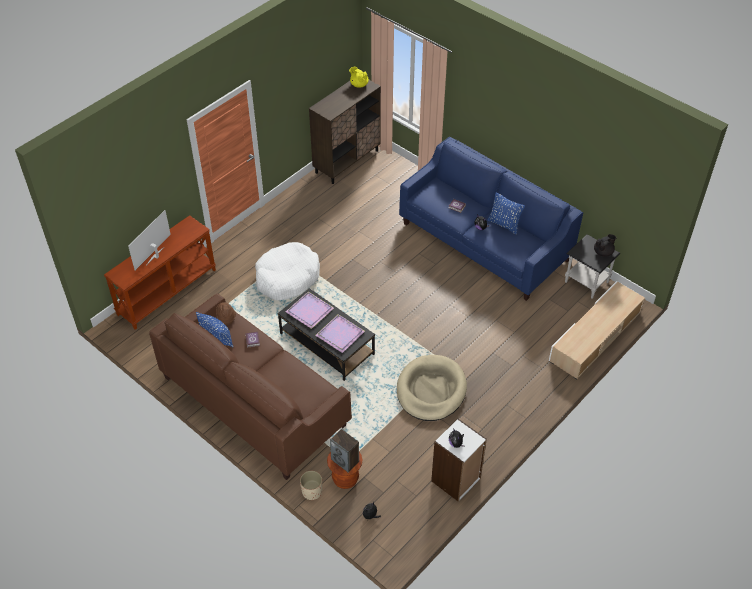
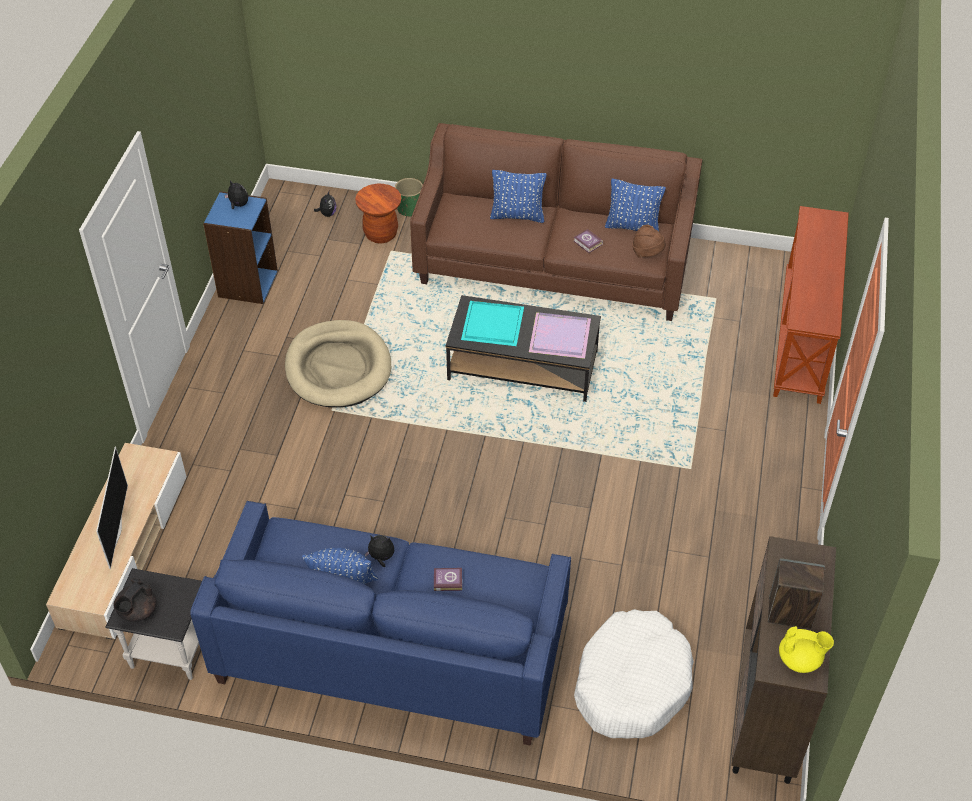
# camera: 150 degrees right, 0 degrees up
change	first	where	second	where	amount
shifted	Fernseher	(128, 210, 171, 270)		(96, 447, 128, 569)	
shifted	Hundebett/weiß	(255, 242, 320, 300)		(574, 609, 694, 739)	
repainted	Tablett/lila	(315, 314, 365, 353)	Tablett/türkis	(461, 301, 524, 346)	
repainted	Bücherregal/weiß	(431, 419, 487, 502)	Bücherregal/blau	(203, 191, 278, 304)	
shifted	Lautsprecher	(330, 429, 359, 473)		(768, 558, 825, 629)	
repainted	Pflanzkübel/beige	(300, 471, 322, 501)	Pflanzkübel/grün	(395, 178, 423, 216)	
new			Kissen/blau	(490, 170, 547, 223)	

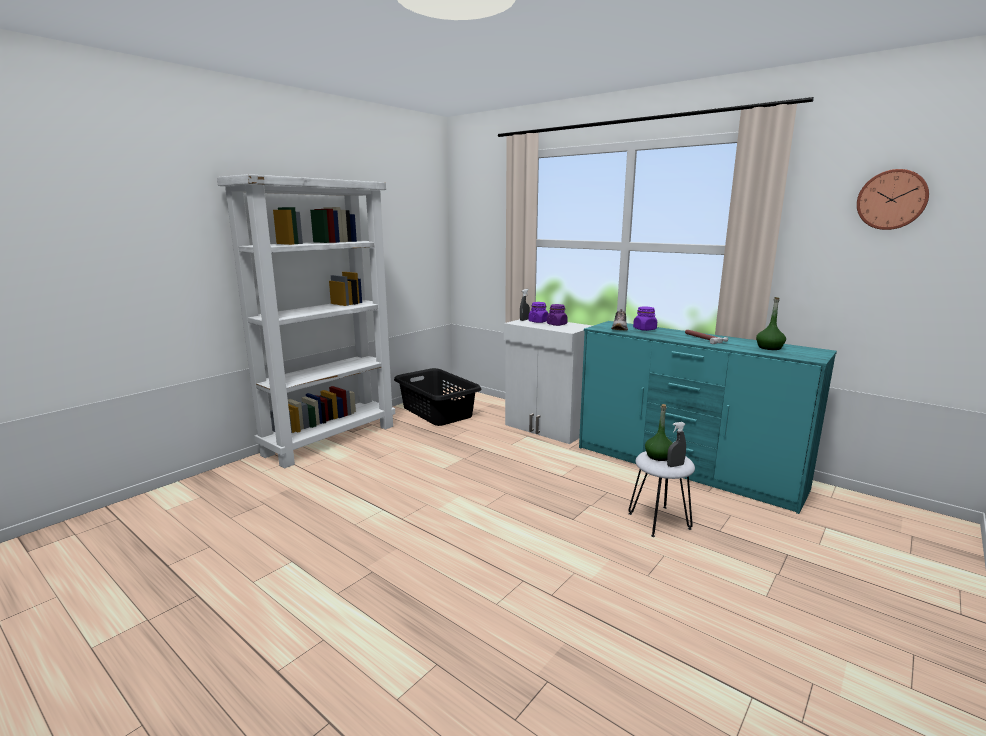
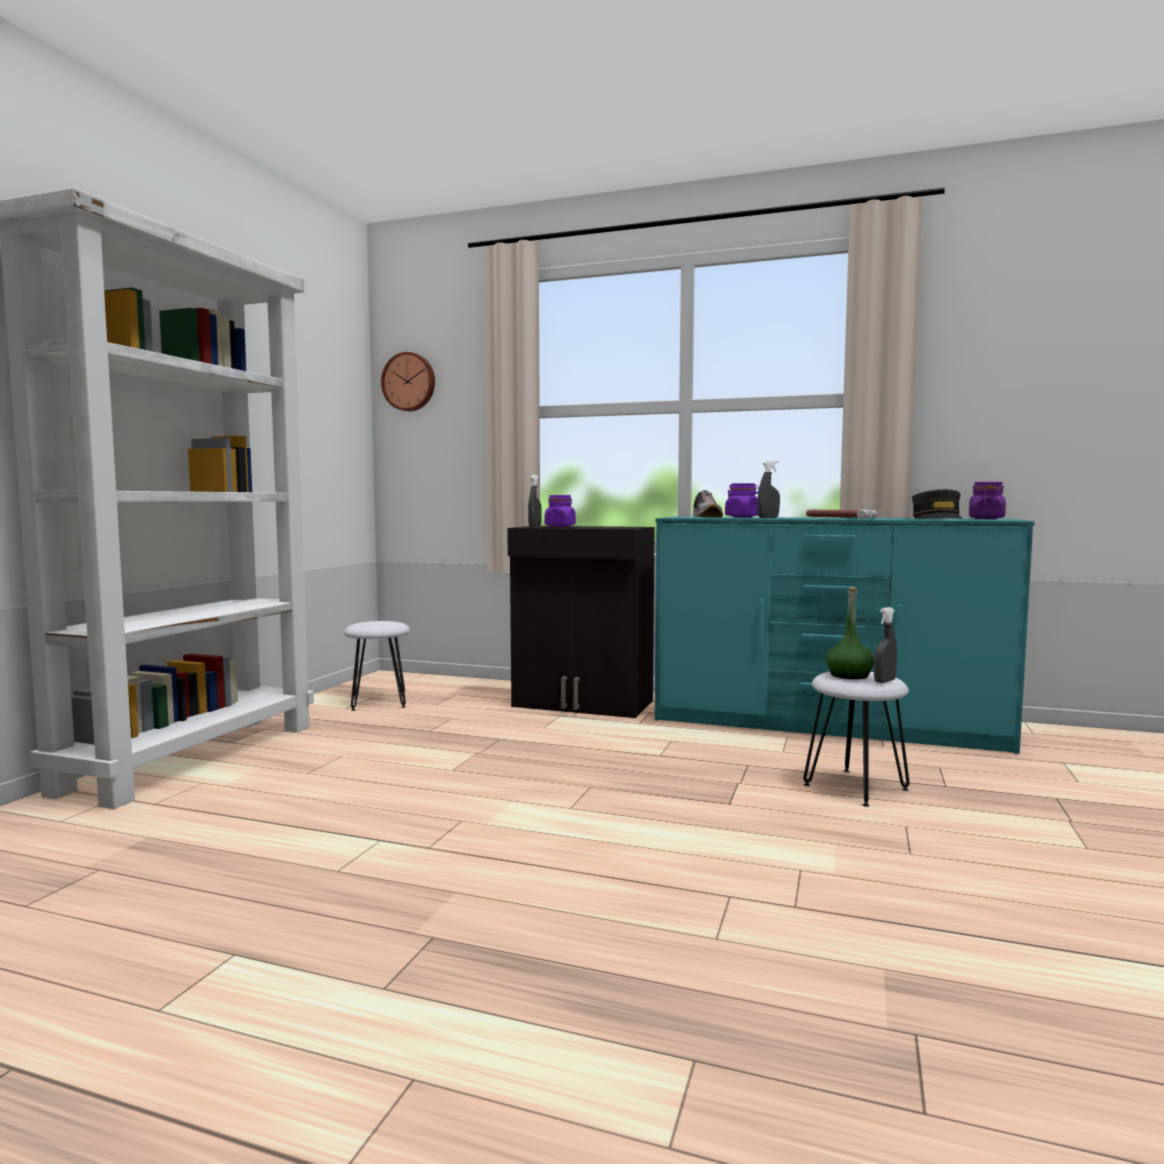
# camera: 20 degrees left, 10 degrees down
change	first	where	second	where	amount
shifted	Wanduhr	(857, 169, 929, 230)		(381, 352, 435, 411)	
swapped	Flasche/grün	(756, 297, 786, 350)	Kappe/grau	(912, 489, 963, 519)	
shifted	Vorratsglas/lila	(547, 304, 568, 326)		(969, 482, 1006, 519)	
repainted	Schrank/weiß	(504, 319, 592, 444)	Schrank/schwarz	(507, 526, 655, 718)	
swapped	Wäschekorb/schwarz	(394, 368, 482, 426)	Hocker/weiß	(344, 621, 410, 711)	
new			Sprühflasche/grau	(757, 460, 780, 518)	

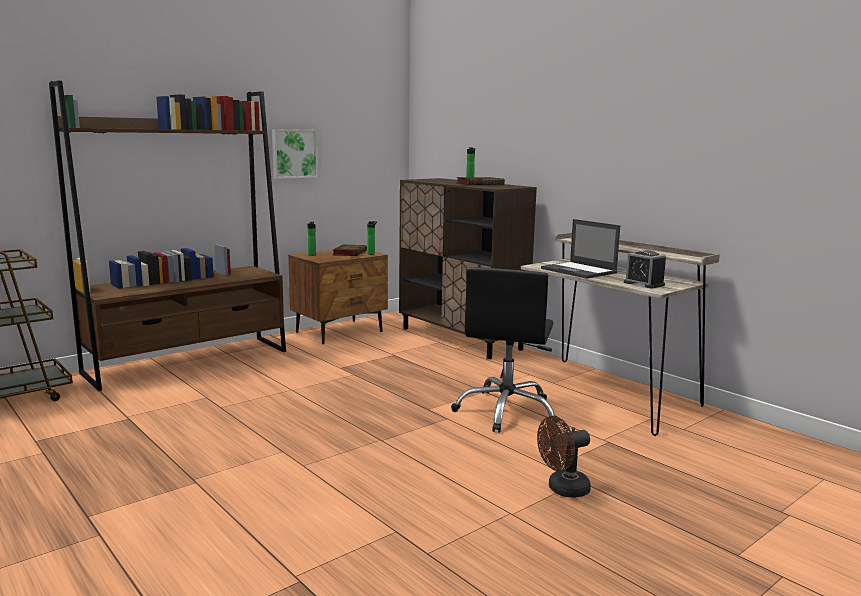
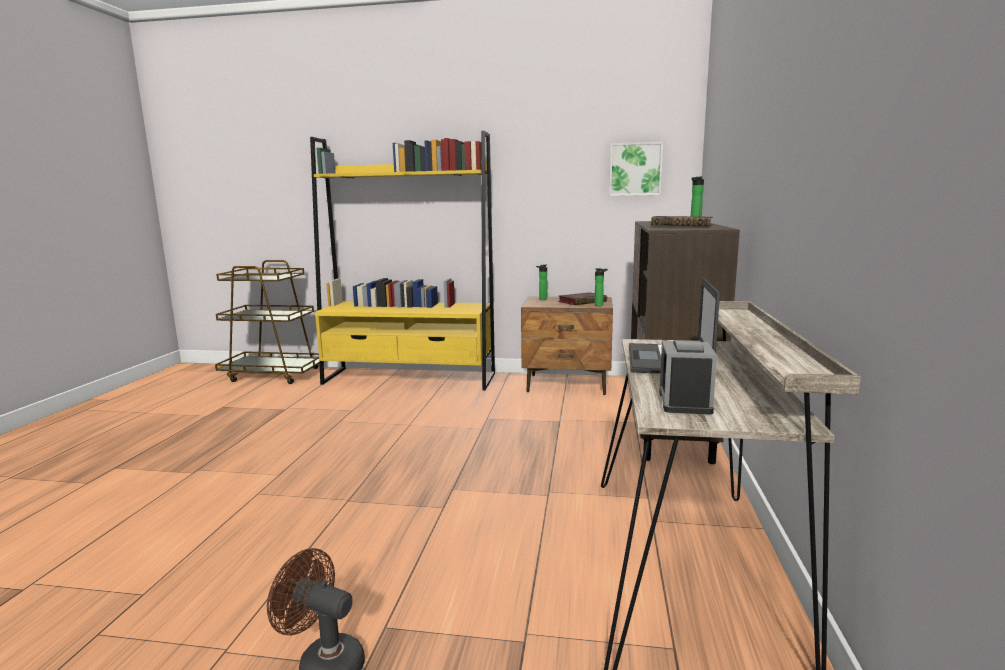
# camera: 50 degrees right, 0 degrees up
change	first	where	second	where	amount
repainted	Bücherregal/braun	(49, 81, 286, 391)	Bücherregal/gelb	(310, 131, 495, 390)	
shifted	Bild	(272, 129, 318, 179)		(609, 142, 663, 196)	
gone	Bürostuhl/schwarz	(451, 267, 558, 433)			

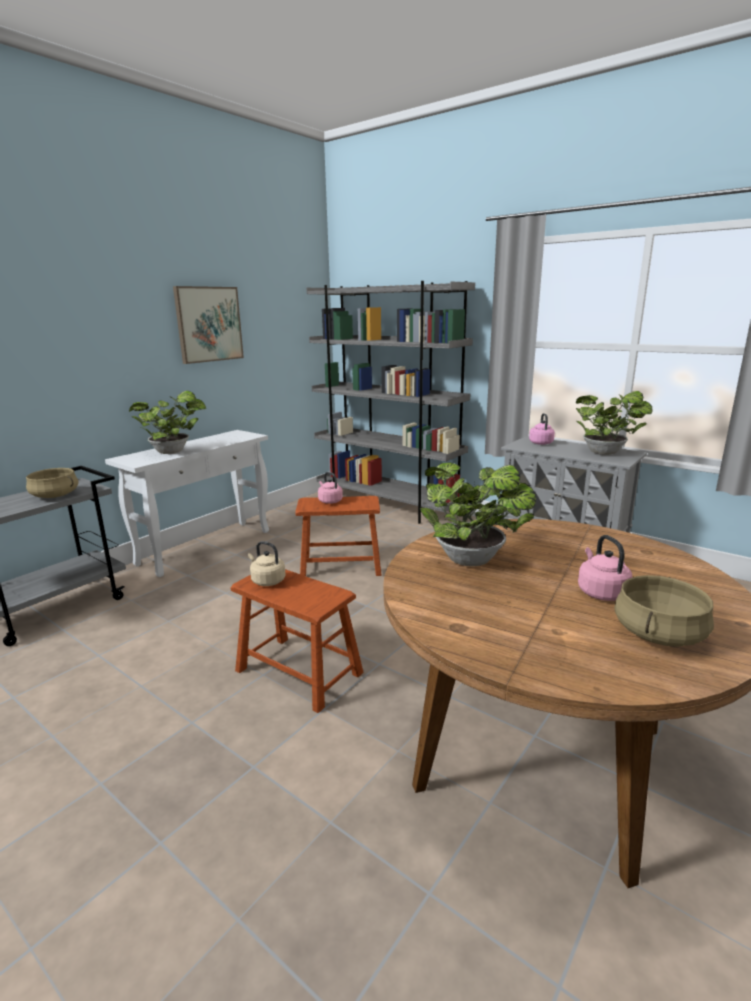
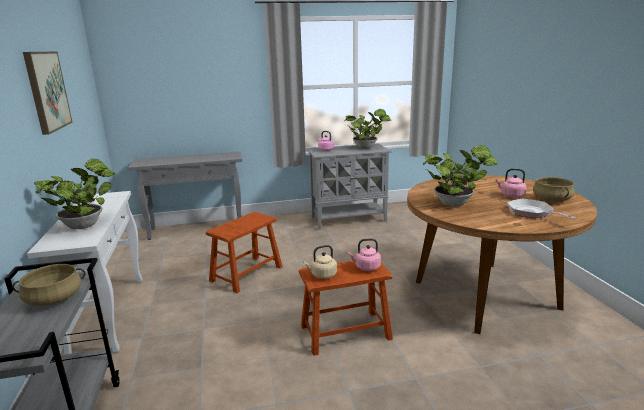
# camera: 50 degrees left, 0 degrees up
change	first	where	second	where	amount
swapped	Bücherregal/grau	(306, 281, 475, 524)	Konsolentisch/grau	(128, 151, 242, 240)	
shifted	Wasserkessel/rosa	(318, 472, 343, 504)		(348, 238, 381, 271)	
new			Pfanne	(507, 198, 576, 219)	

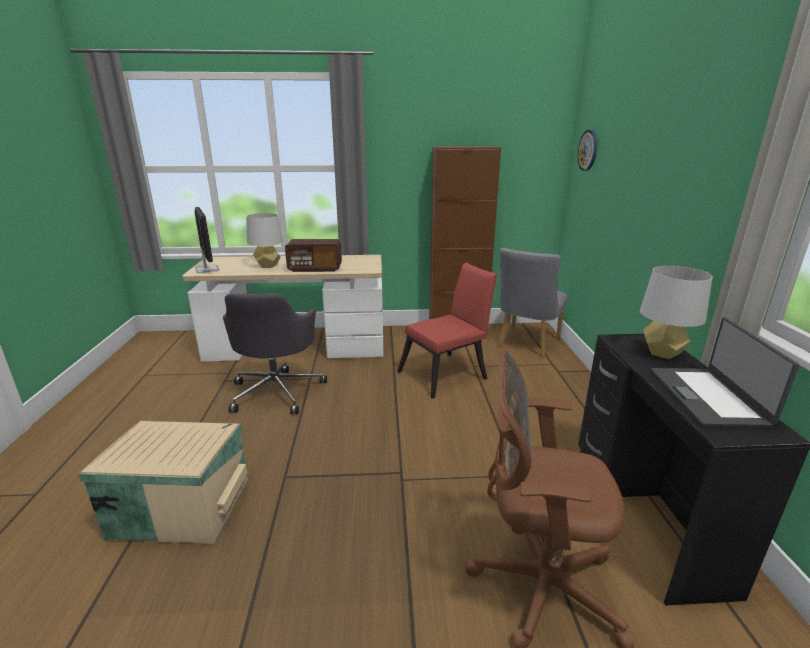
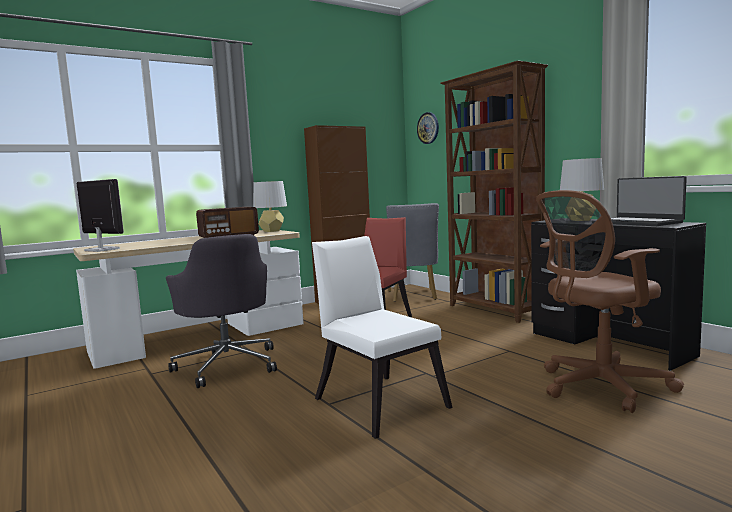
# camera: 30 degrees left, 15 degrees down
change	first	where	second	where	amount
shifted	Tischlampe/grau	(246, 213, 283, 268)		(253, 181, 287, 232)	
gone	Aufbewahrungsbox/beige	(78, 421, 248, 546)			
new			Bücherregal/braun	(441, 61, 548, 323)	
new			Stuhl/weiß	(312, 236, 453, 439)	

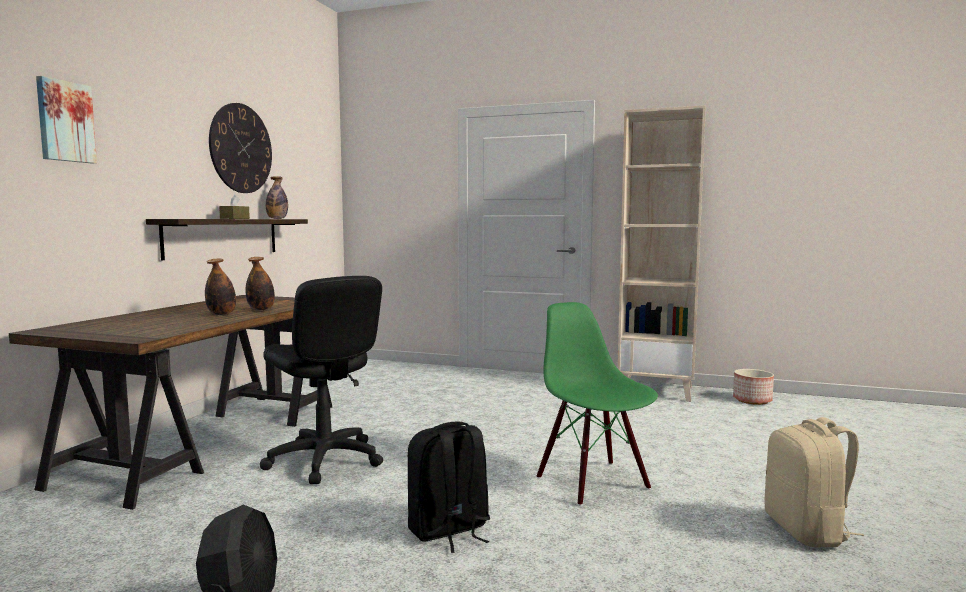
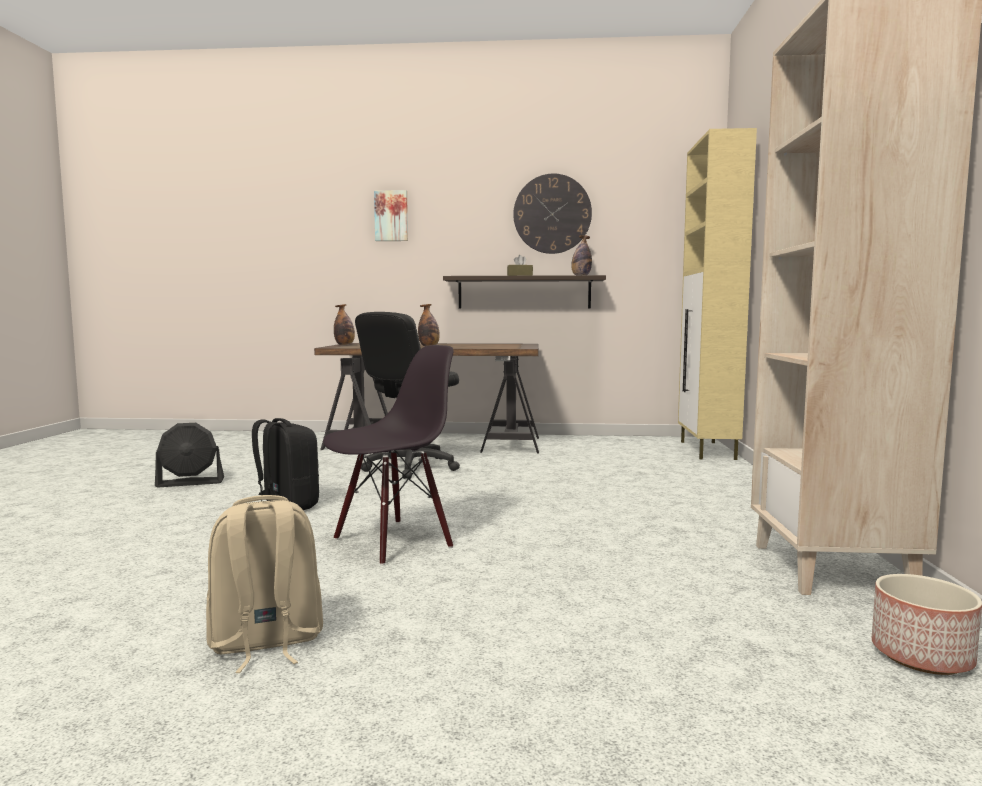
# camera: 75 degrees right, 0 degrees up
change	first	where	second	where	amount
shifted	Flasche	(246, 257, 275, 311)		(334, 304, 355, 345)	
repainted	Stuhl/grün	(537, 302, 658, 506)	Stuhl/schwarz	(323, 345, 454, 565)	
new			Schrank/beige	(678, 128, 757, 460)	

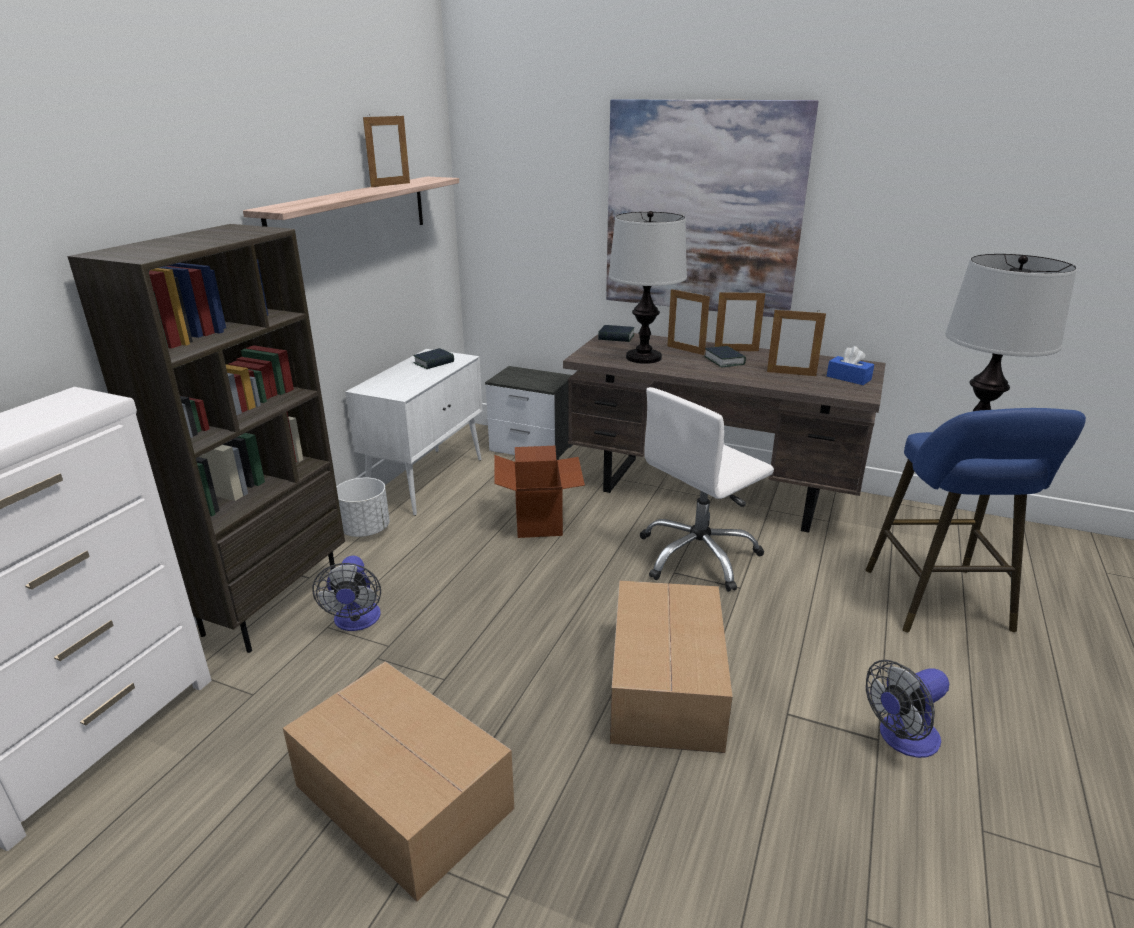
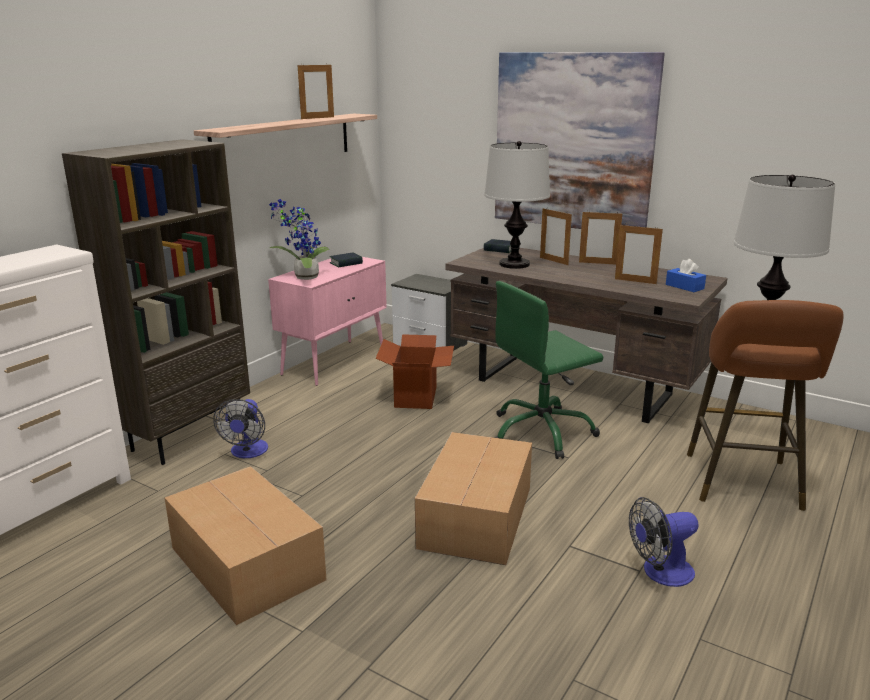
# camera: 10 degrees right, 5 degrees down
change	first	where	second	where	amount
gone	Buch	(704, 346, 746, 367)			
repainted	Schrank/weiß	(345, 349, 483, 516)	Schrank/rosa	(268, 257, 387, 386)	
repainted	Bürostuhl/weiß	(640, 387, 774, 592)	Bürostuhl/grün	(494, 281, 603, 459)	
repainted	Hocker/blau	(866, 408, 1086, 632)	Hocker/braun	(687, 300, 844, 511)	
gone	Pflanzkübel/weiß	(337, 478, 390, 537)			
new			Topfpflanze	(269, 199, 329, 280)	

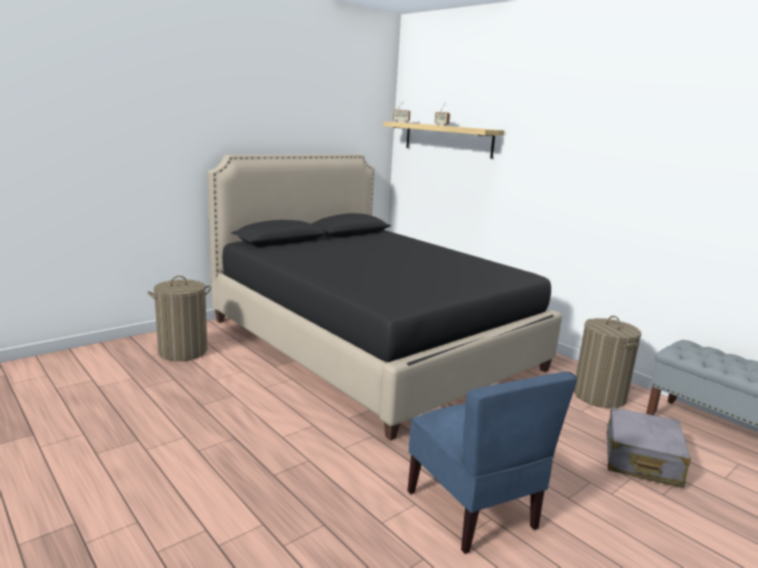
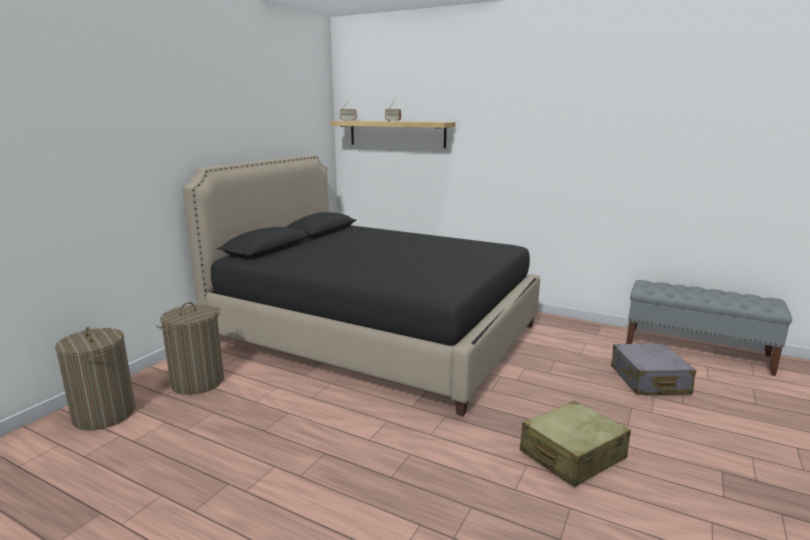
# camera: 20 degrees left, 0 degrees up
change	first	where	second	where	amount
shifted	Wäschekorb	(574, 316, 641, 409)		(55, 326, 136, 430)	
swapped	Stuhl/blau	(407, 372, 577, 554)	Koffer/beige	(520, 401, 631, 487)	

